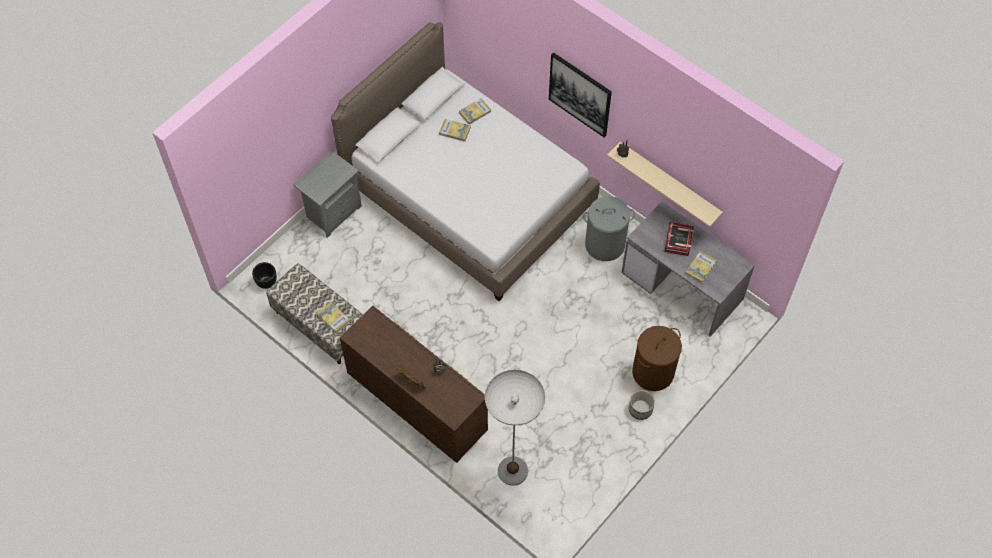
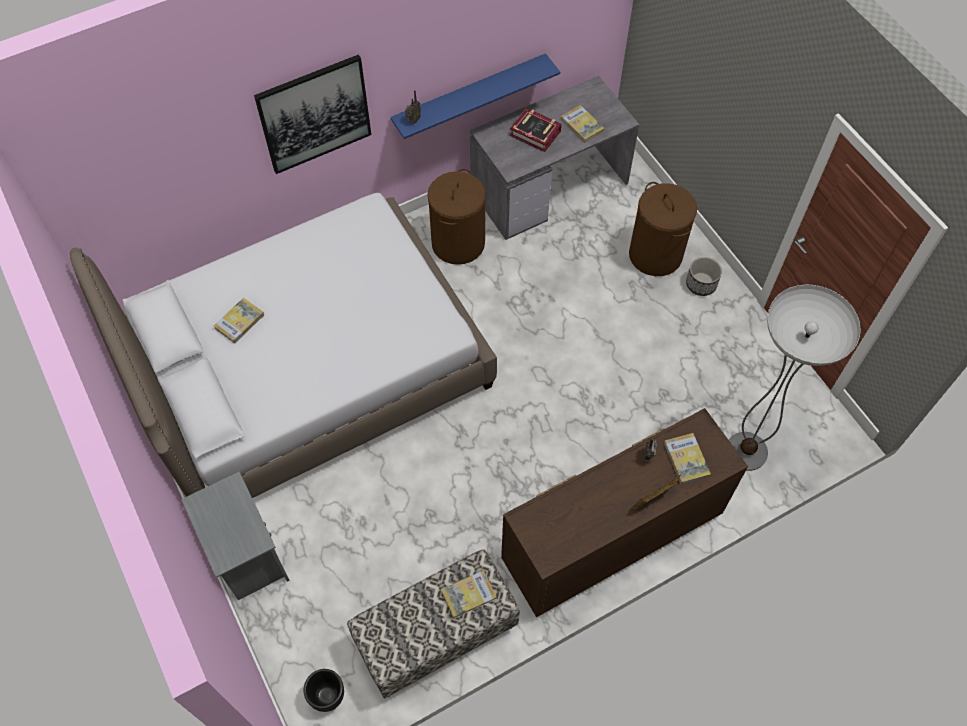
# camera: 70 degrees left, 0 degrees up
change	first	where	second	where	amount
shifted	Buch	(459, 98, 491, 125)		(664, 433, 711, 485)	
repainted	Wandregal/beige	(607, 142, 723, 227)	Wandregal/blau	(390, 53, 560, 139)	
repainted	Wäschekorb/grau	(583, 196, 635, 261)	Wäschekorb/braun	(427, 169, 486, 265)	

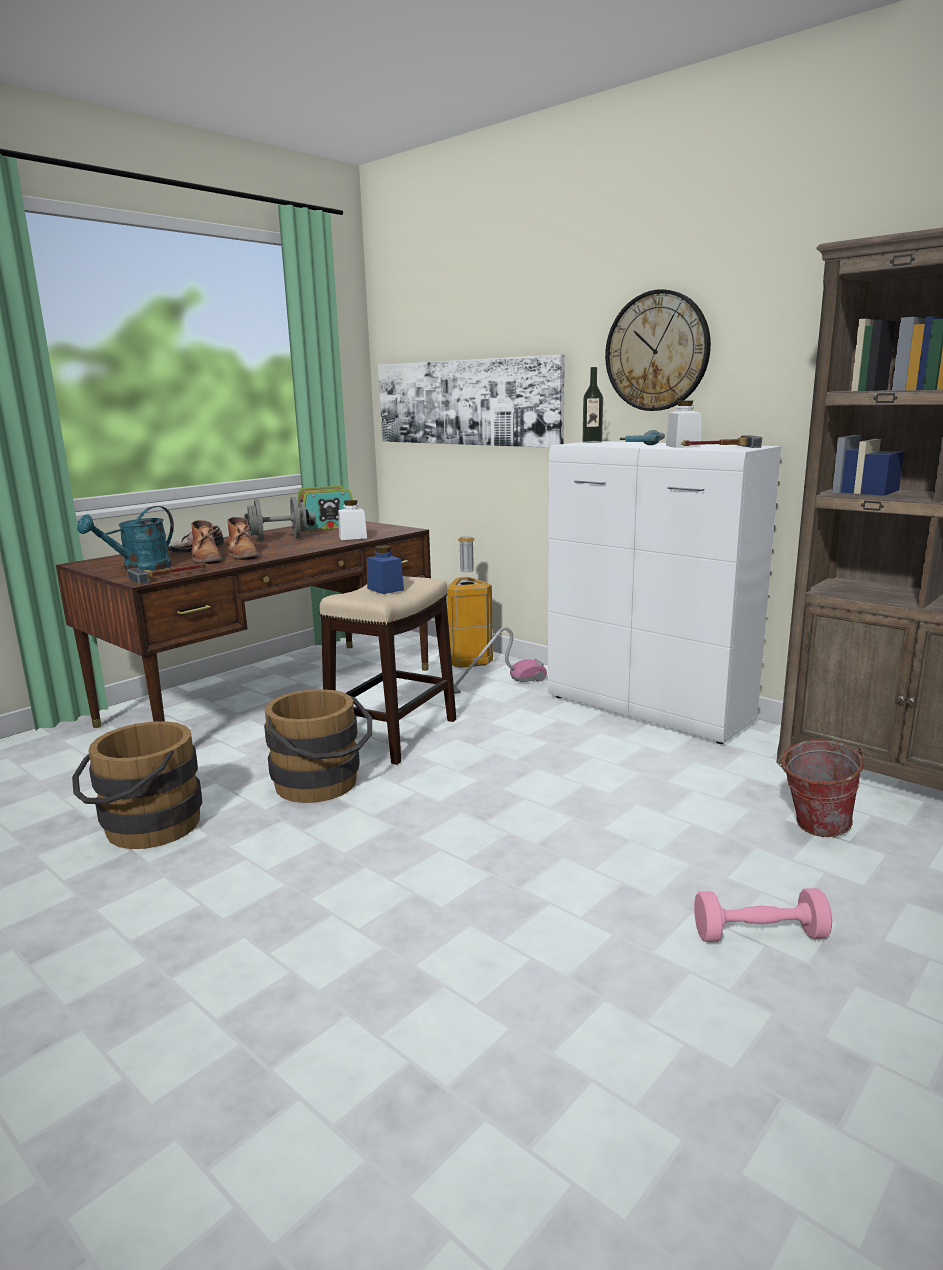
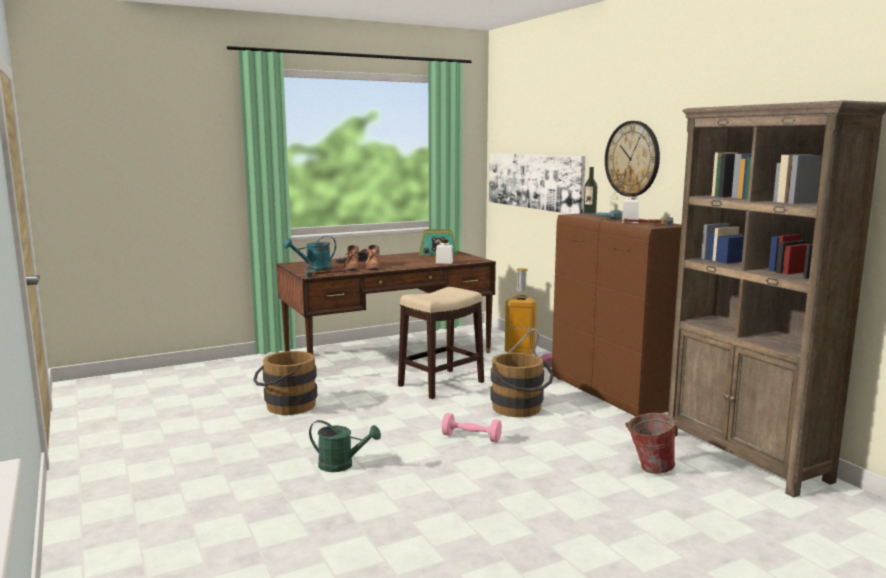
# camera: 20 degrees right, 5 degrees down
change	first	where	second	where	amount
repainted	Schrank/weiß	(548, 441, 781, 744)	Schrank/braun	(552, 213, 681, 416)	
gone	Hantel/grau	(244, 497, 316, 541)			
gone	Vorratsglas/blau	(367, 545, 404, 594)			
shifted	Eimer/braun	(264, 689, 372, 803)		(490, 353, 554, 417)	
shifted	Hantel/rosa	(694, 888, 832, 942)		(442, 413, 502, 443)	
new			Gießkanne/grün	(309, 420, 381, 472)	

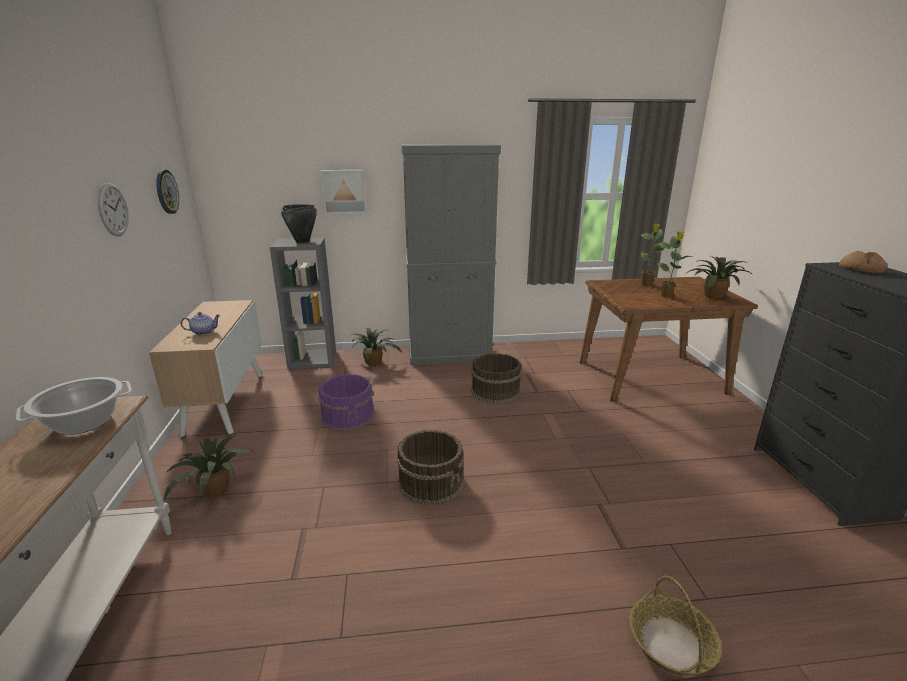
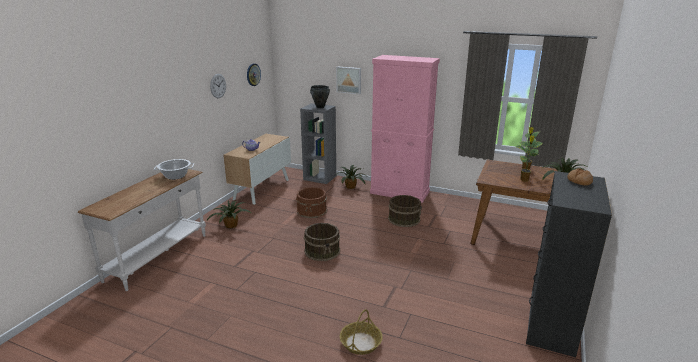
# camera: 30 degrees right, 0 degrees up
change	first	where	second	where	amount
repainted	Schrank/grau	(401, 144, 501, 365)	Schrank/rosa	(370, 55, 440, 203)	
repainted	Eimer/lila	(318, 374, 375, 431)	Eimer/braun	(296, 187, 327, 218)	

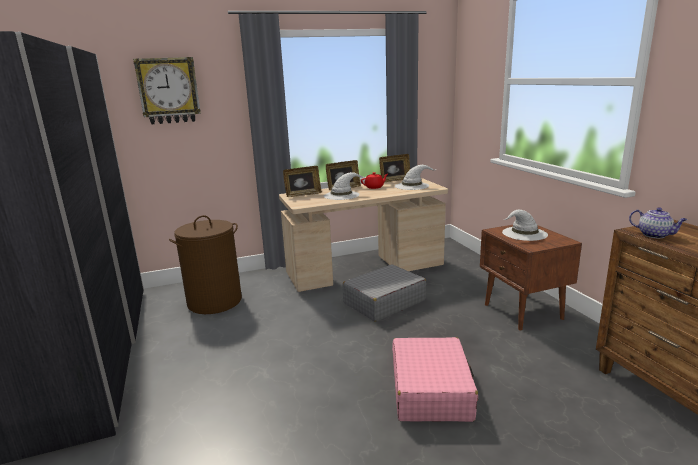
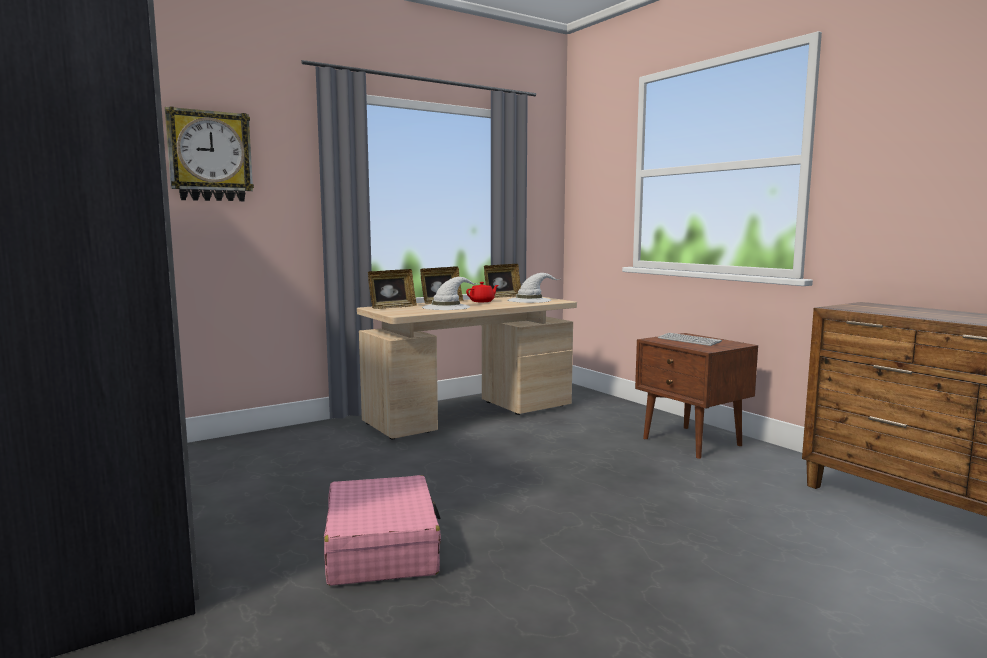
# camera: 15 degrees left, 10 degrees down
change	first	where	second	where	amount
gone	Teekanne	(629, 207, 687, 238)			
swapped	Hut/weiß	(502, 210, 548, 241)	Tastatur	(658, 333, 722, 346)	
gone	Wäschekorb/braun	(169, 215, 242, 314)			
gone	Koffer/grau	(343, 264, 426, 322)			
shifted	Koffer/rosa	(392, 337, 478, 422)		(324, 475, 441, 586)	

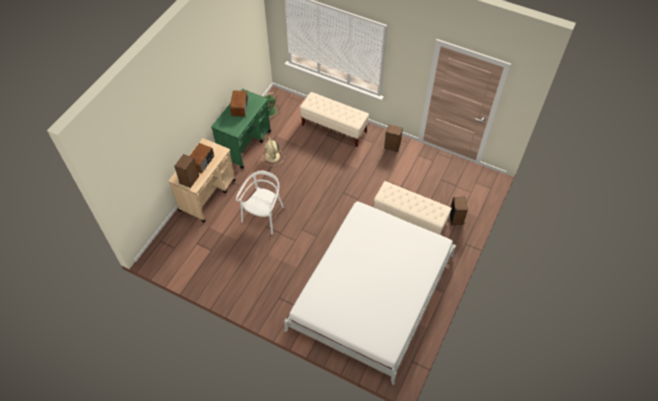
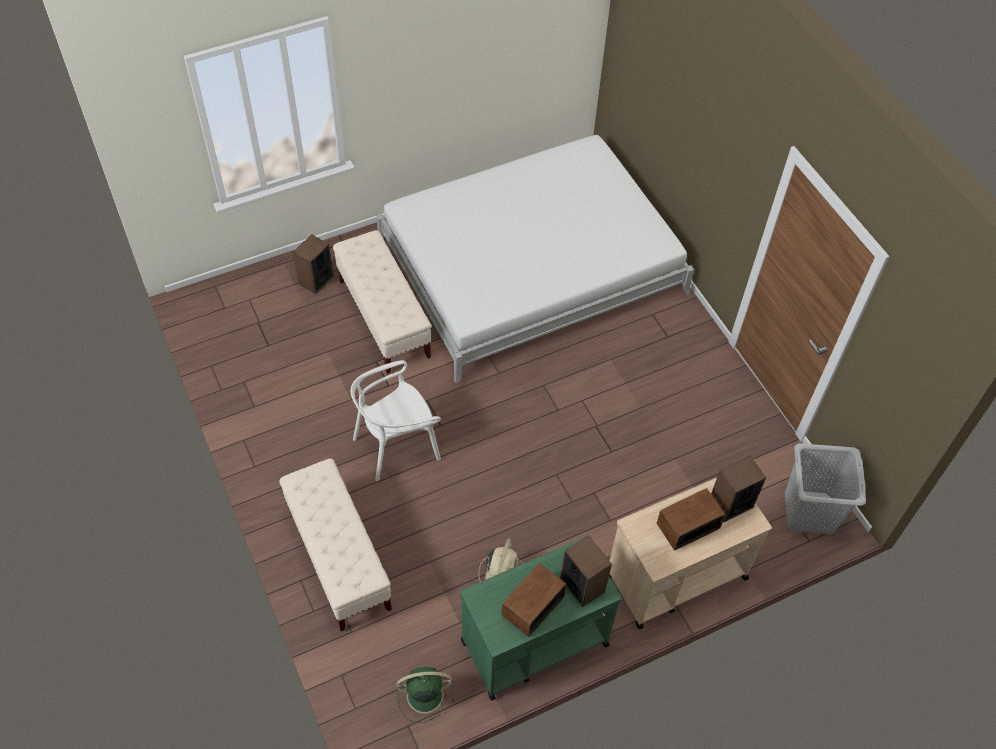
# camera: 145 degrees left, 0 degrees up
change	first	where	second	where	amount
shifted	Lautsprecher	(384, 124, 403, 152)		(560, 535, 612, 607)	
shifted	Stuhl/weiß	(236, 171, 284, 234)		(351, 360, 441, 481)	
new			Wäschekorb/grau	(785, 443, 866, 534)	

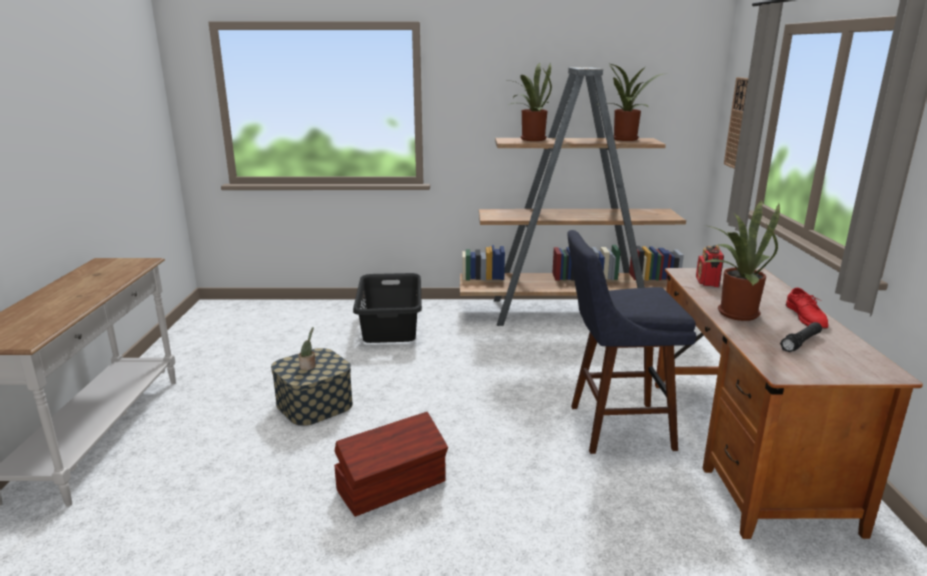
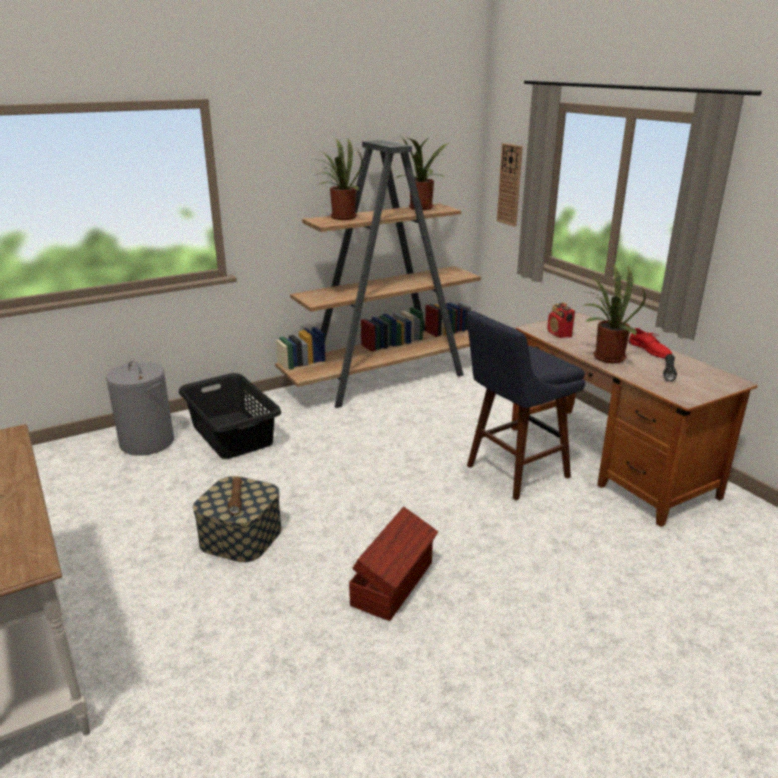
# camera: 30 degrees left, 5 degrees up
change	first	where	second	where	amount
swapped	Topfpflanze	(298, 327, 316, 370)	Taschenlampe/braun	(228, 477, 242, 515)	
new			Wäschekorb/grau	(106, 361, 174, 456)	

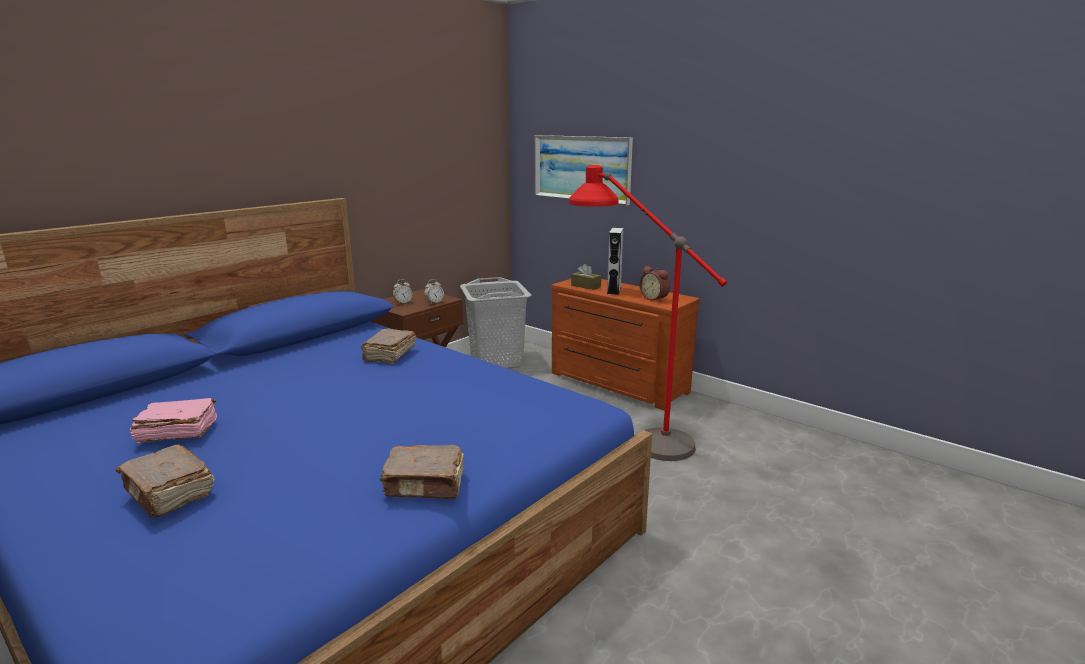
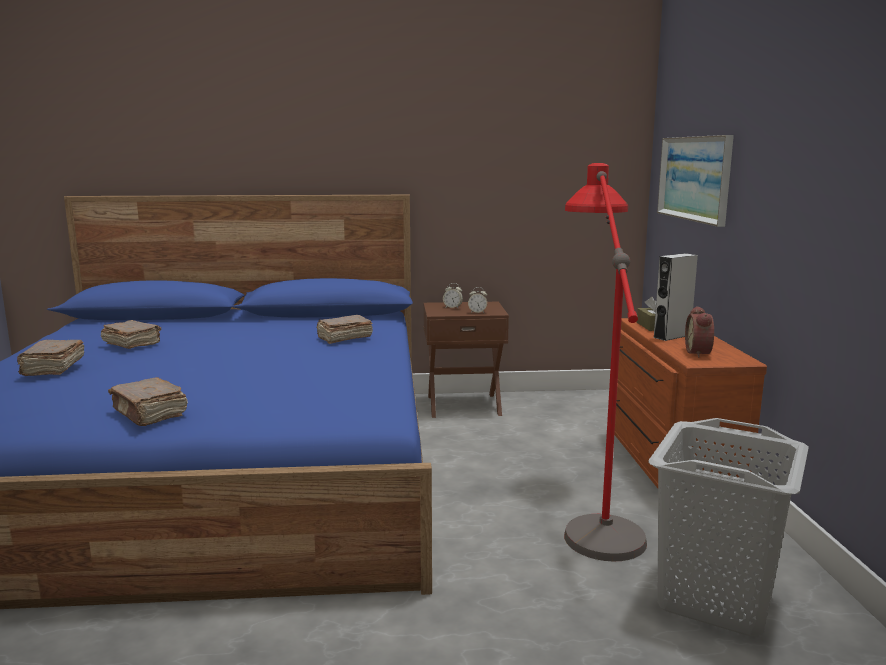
# camera: 45 degrees right, 5 degrees down
change	first	where	second	where	amount
shifted	Wäschekorb/grau	(460, 277, 531, 369)		(648, 418, 809, 636)	
repainted	Buch/rosa	(130, 398, 217, 443)	Buch/braun	(100, 320, 161, 349)	

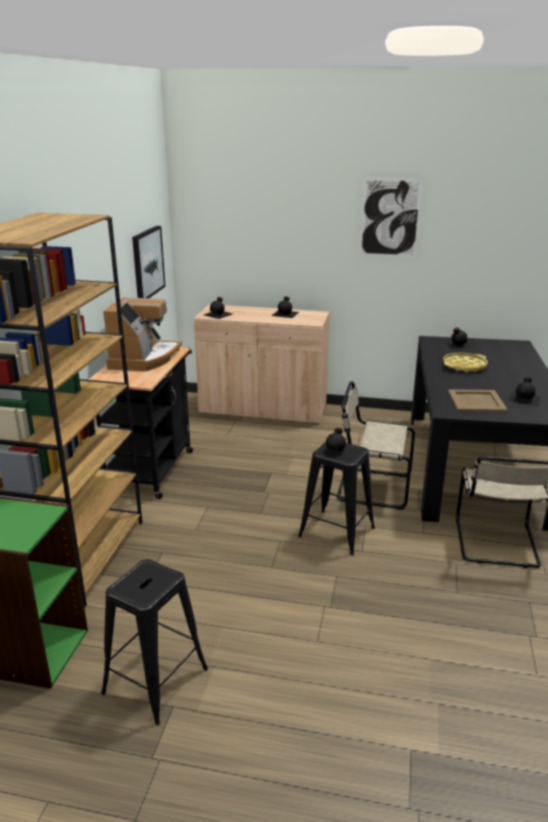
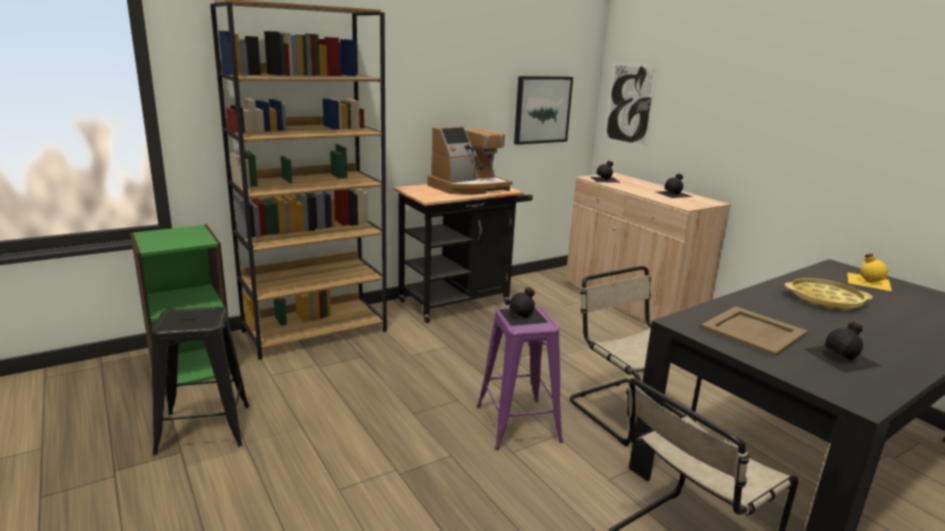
# camera: 45 degrees right, 5 degrees down
change	first	where	second	where	amount
shifted	Bild	(360, 178, 422, 257)		(605, 62, 657, 148)	
repainted	Flasche/schwarz	(441, 327, 474, 350)	Flasche/gelb	(847, 253, 892, 291)	
repainted	Hocker/schwarz	(298, 441, 375, 556)	Hocker/lila	(477, 306, 563, 450)	

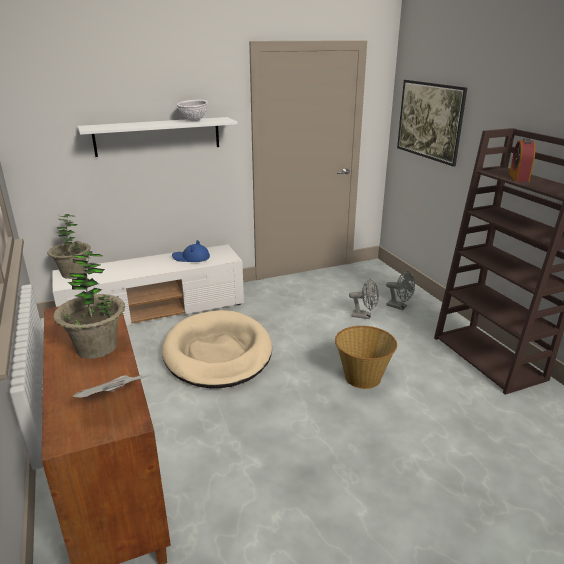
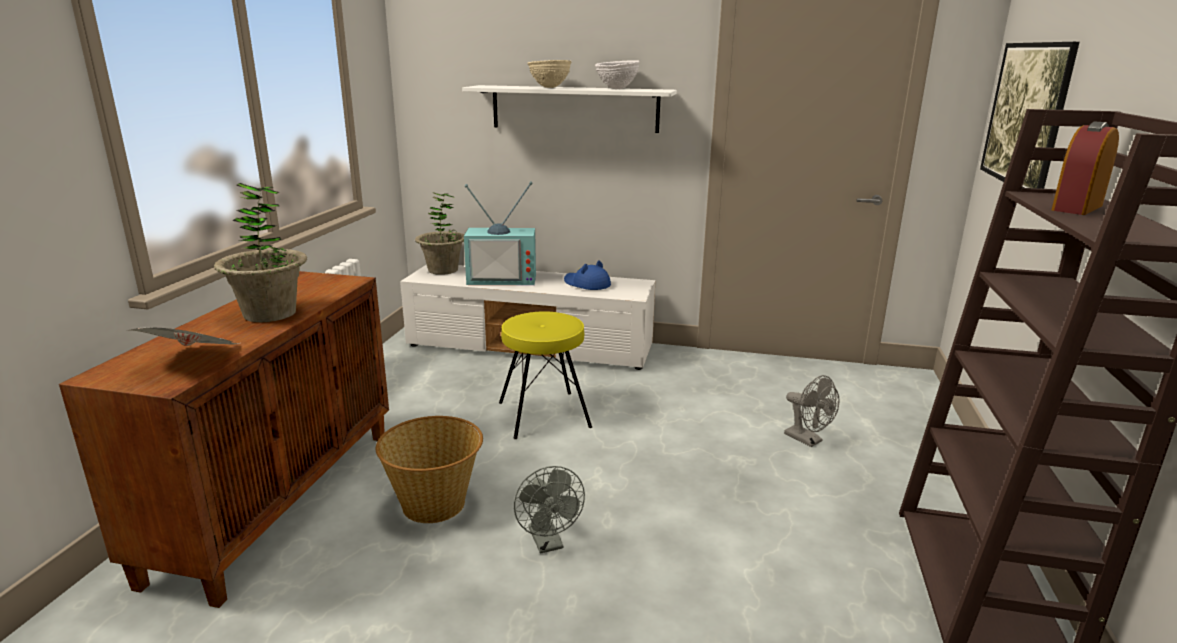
# camera: 35 degrees right, 5 degrees down
change	first	where	second	where	amount
shifted	Ventilator/grau	(386, 271, 415, 310)		(514, 466, 585, 554)	
swapped	Hundebett/beige	(162, 310, 272, 388)	Hocker/gelb	(499, 311, 592, 439)	
shifted	Korb	(335, 326, 397, 389)		(376, 416, 483, 523)	
new			Schüssel/beige	(527, 60, 571, 88)	
new			Fernseher	(464, 181, 536, 285)	

